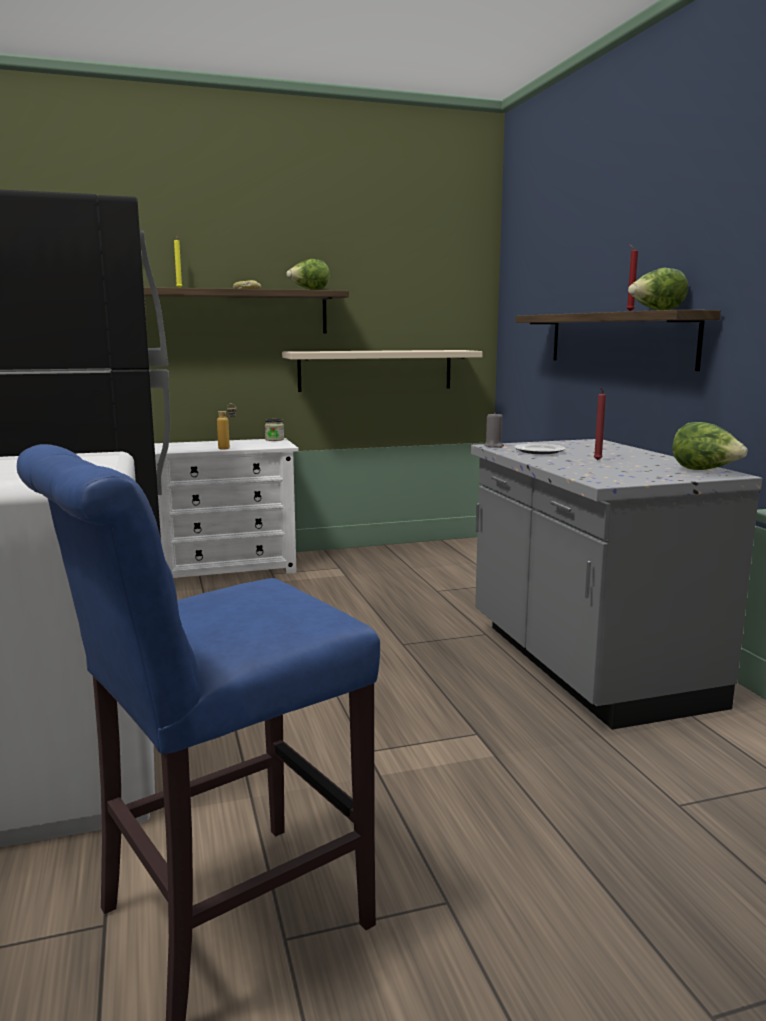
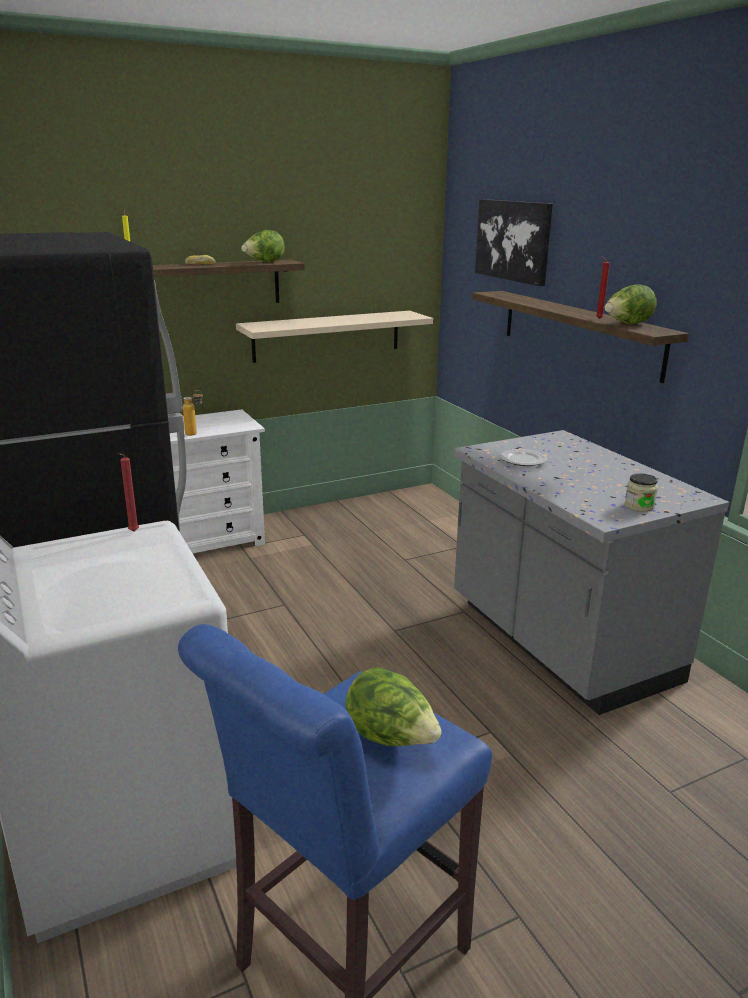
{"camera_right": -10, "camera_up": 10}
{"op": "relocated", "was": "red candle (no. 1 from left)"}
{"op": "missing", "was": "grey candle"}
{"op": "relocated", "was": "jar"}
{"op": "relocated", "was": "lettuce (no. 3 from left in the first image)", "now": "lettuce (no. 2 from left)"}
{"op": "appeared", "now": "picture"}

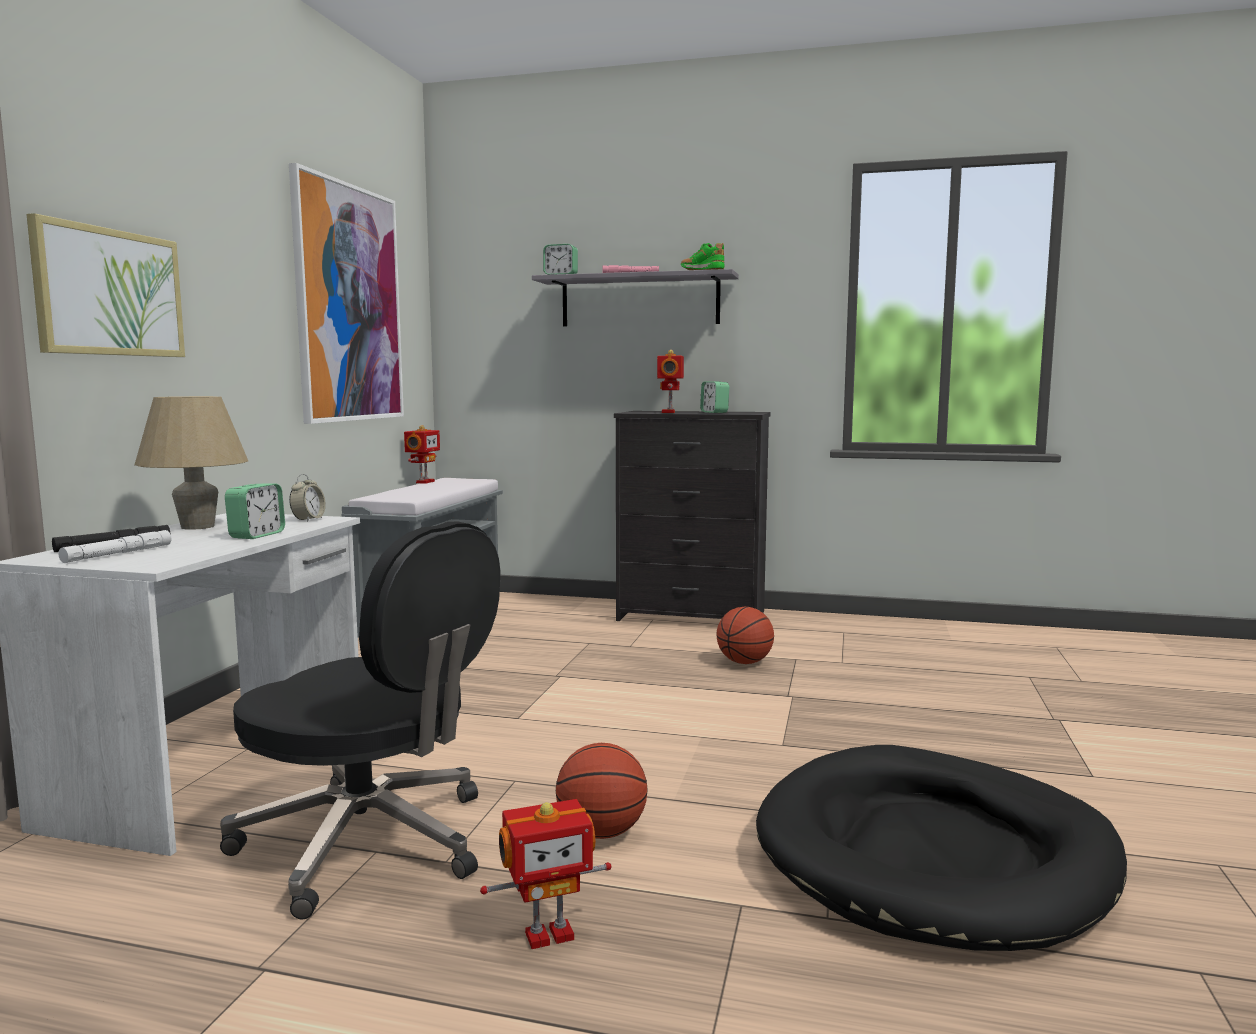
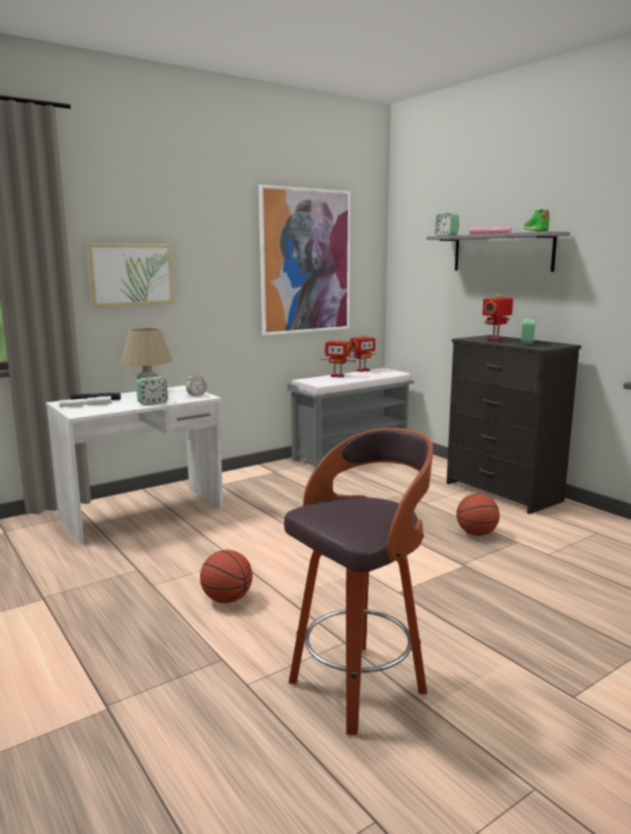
{"camera_right": 40, "camera_up": 5}
{"op": "missing", "was": "black office chair"}
{"op": "exchanged", "was": "black dog bed", "now": "stool"}
{"op": "relocated", "was": "toy robot (no. 2 from left in the first image)", "now": "toy robot (no. 1 from left)"}

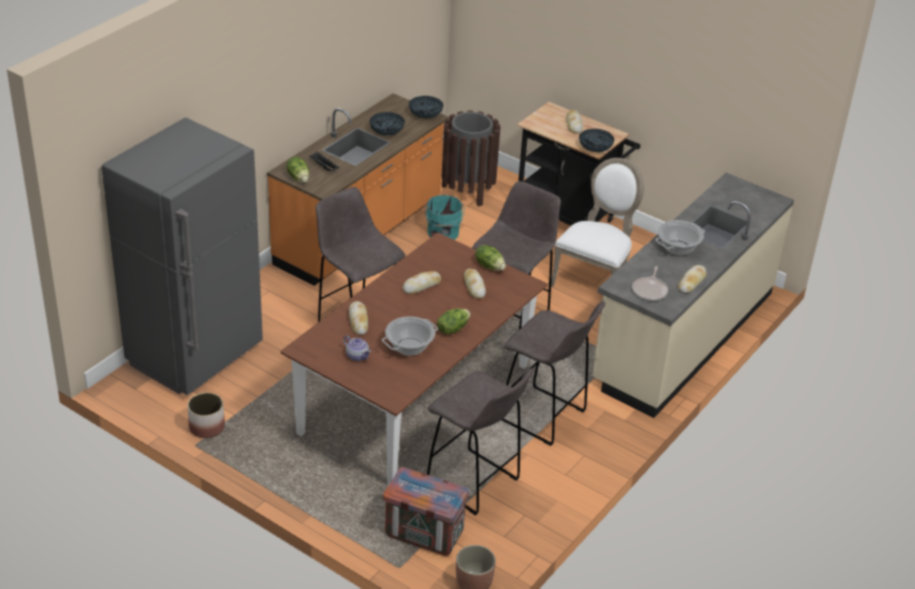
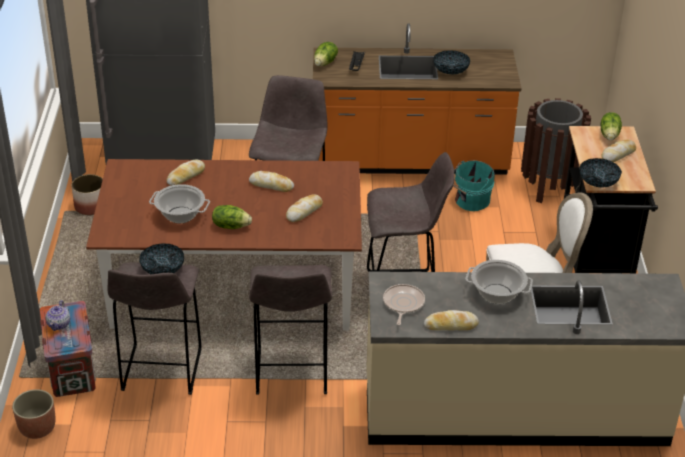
{"camera_right": 55, "camera_up": 0}
{"op": "relocated", "was": "bowl (no. 2 from left in the first image)", "now": "bowl (no. 1 from left)"}
{"op": "relocated", "was": "lettuce (no. 3 from left)"}
{"op": "spun", "was": "frying pan", "clockwise": 120}
{"op": "relocated", "was": "teapot"}

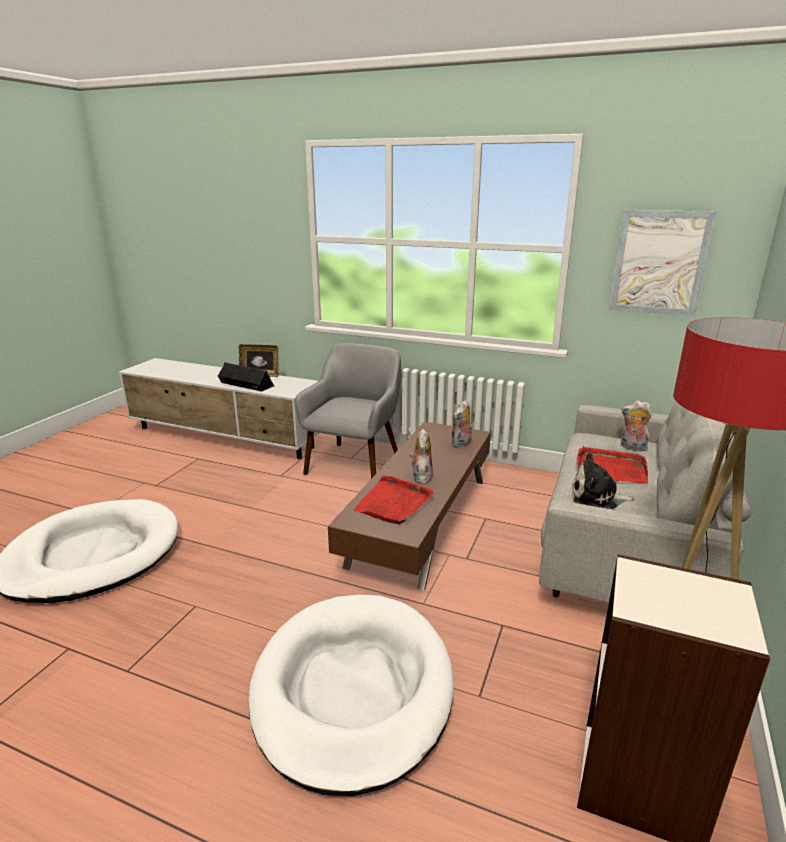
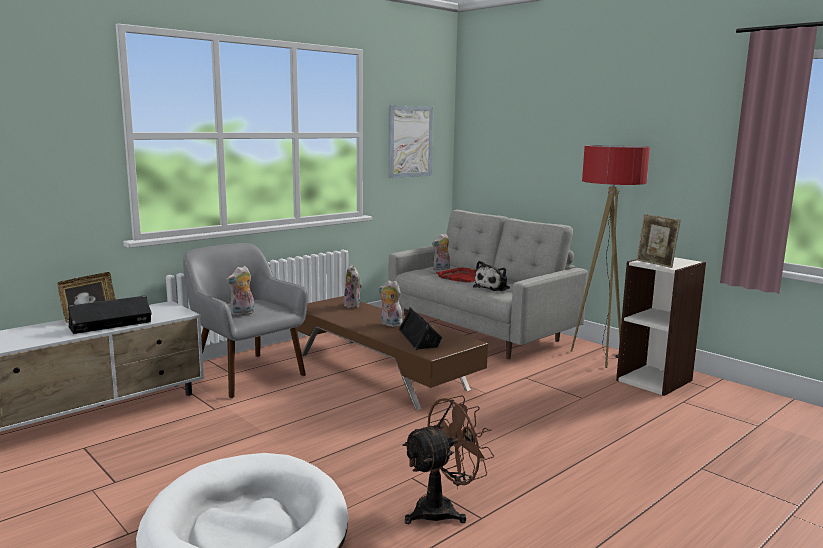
{"camera_right": -65, "camera_up": -10}
{"op": "exchanged", "was": "red tray (no. 1 from left)", "now": "black speaker (no. 2 from left)"}
{"op": "missing", "was": "white dog bed (no. 2 from left)"}
{"op": "appeared", "now": "picture frame (no. 2 from left)"}
{"op": "appeared", "now": "plush toy (no. 1 from left)"}
{"op": "appeared", "now": "brown fan"}

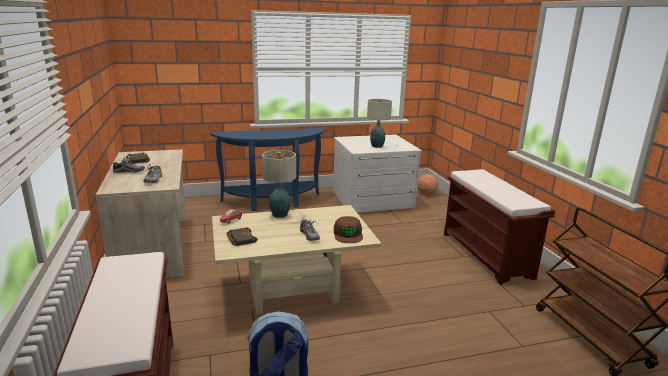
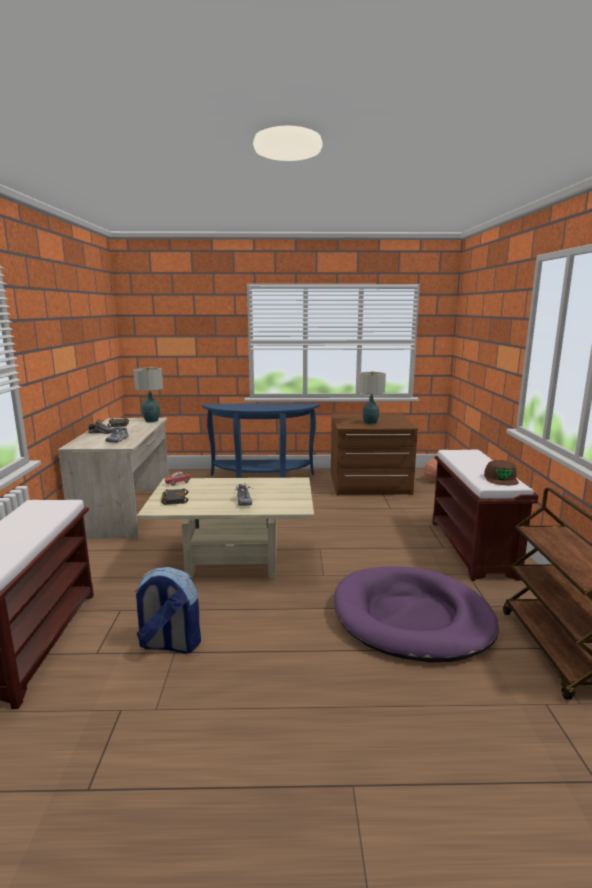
{"camera_right": 15, "camera_up": -5}
{"op": "colour", "was": "white dresser", "now": "brown dresser"}
{"op": "relocated", "was": "table lamp (no. 1 from left)"}
{"op": "relocated", "was": "brown cap"}
{"op": "appeared", "now": "purple dog bed"}

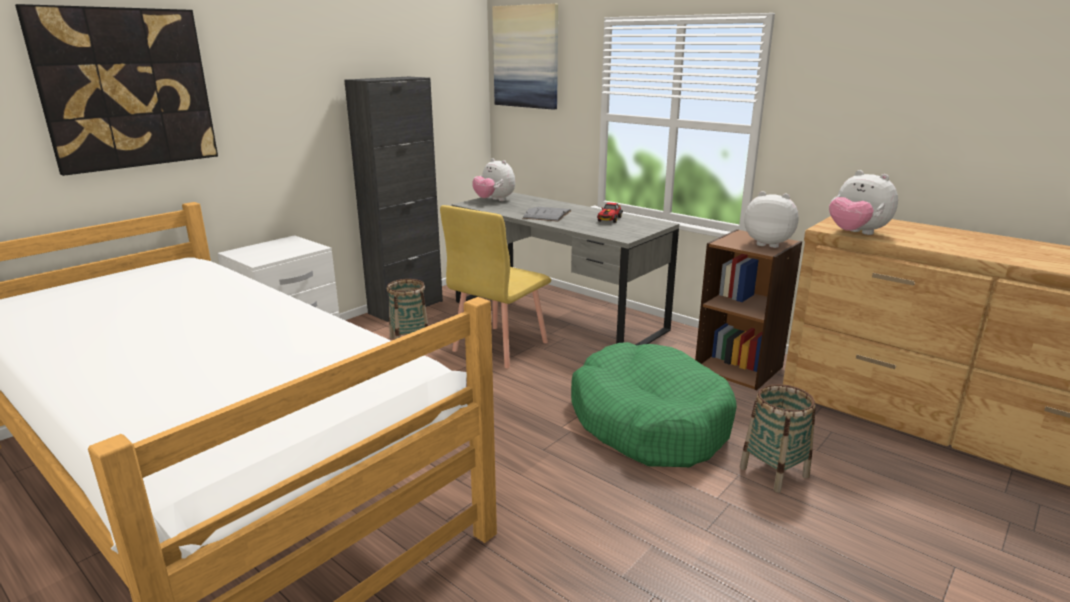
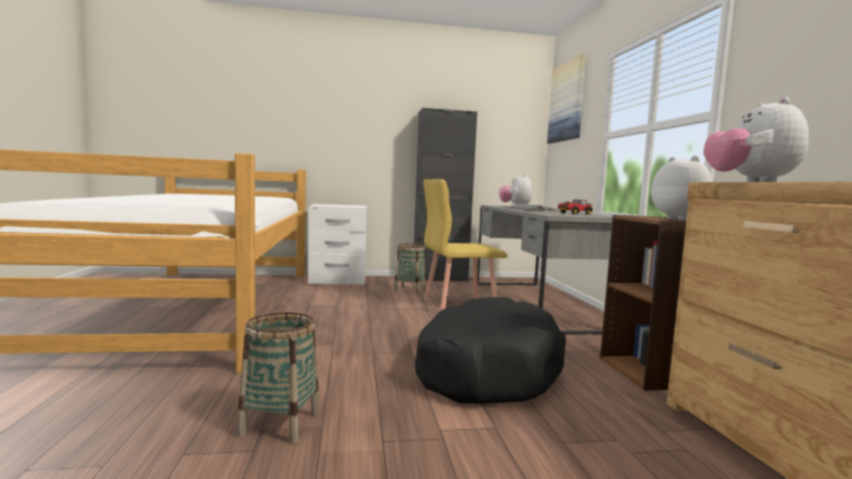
{"camera_right": 40, "camera_up": -15}
{"op": "missing", "was": "picture (no. 1 from left)"}
{"op": "colour", "was": "green dog bed", "now": "black dog bed"}
{"op": "relocated", "was": "basket (no. 2 from left in the first image)", "now": "basket (no. 1 from left)"}

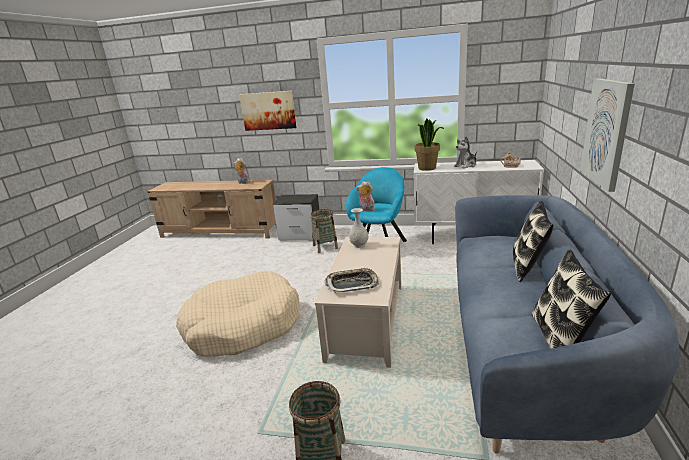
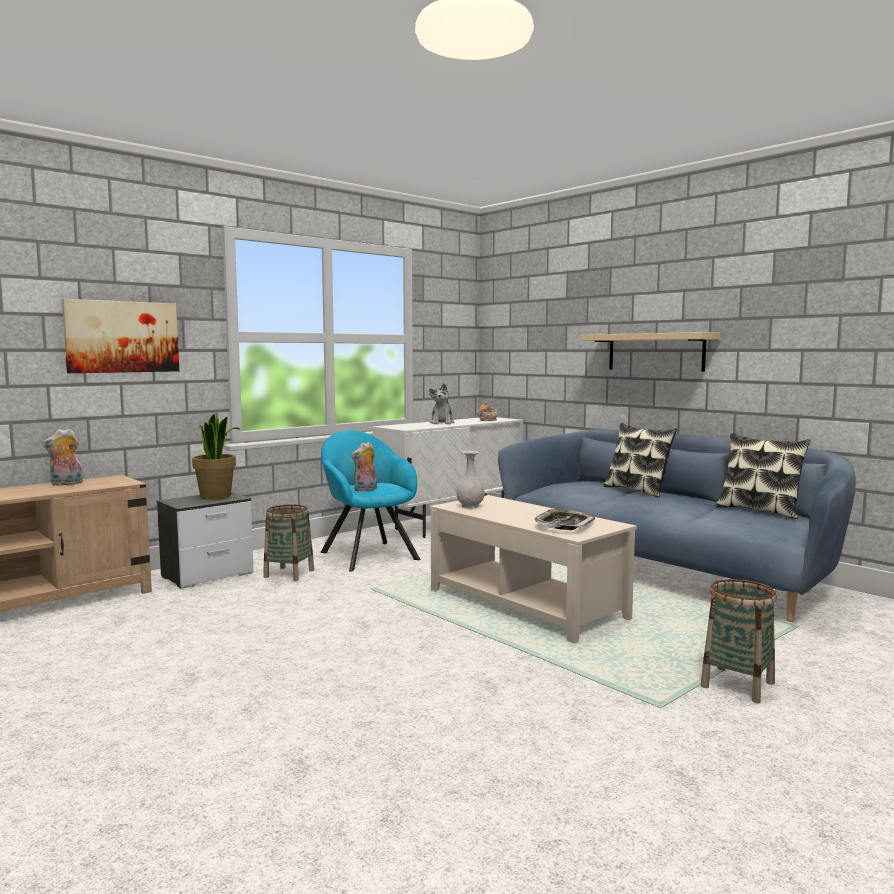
{"camera_right": -55, "camera_up": -15}
{"op": "exchanged", "was": "picture (no. 2 from left)", "now": "beige shelf"}
{"op": "relocated", "was": "potted plant"}
{"op": "missing", "was": "beige dog bed"}

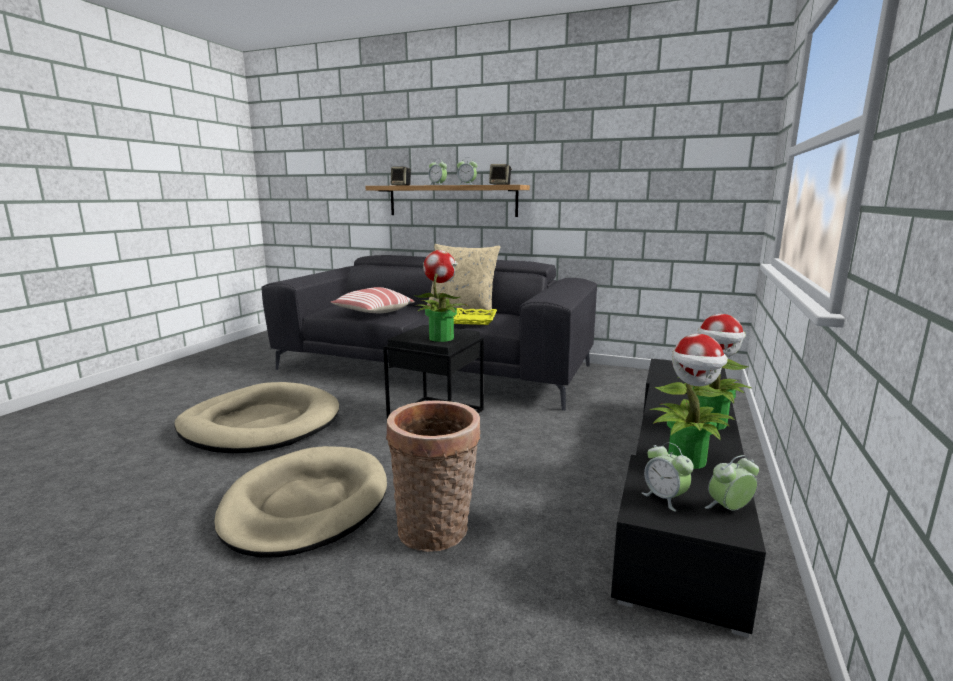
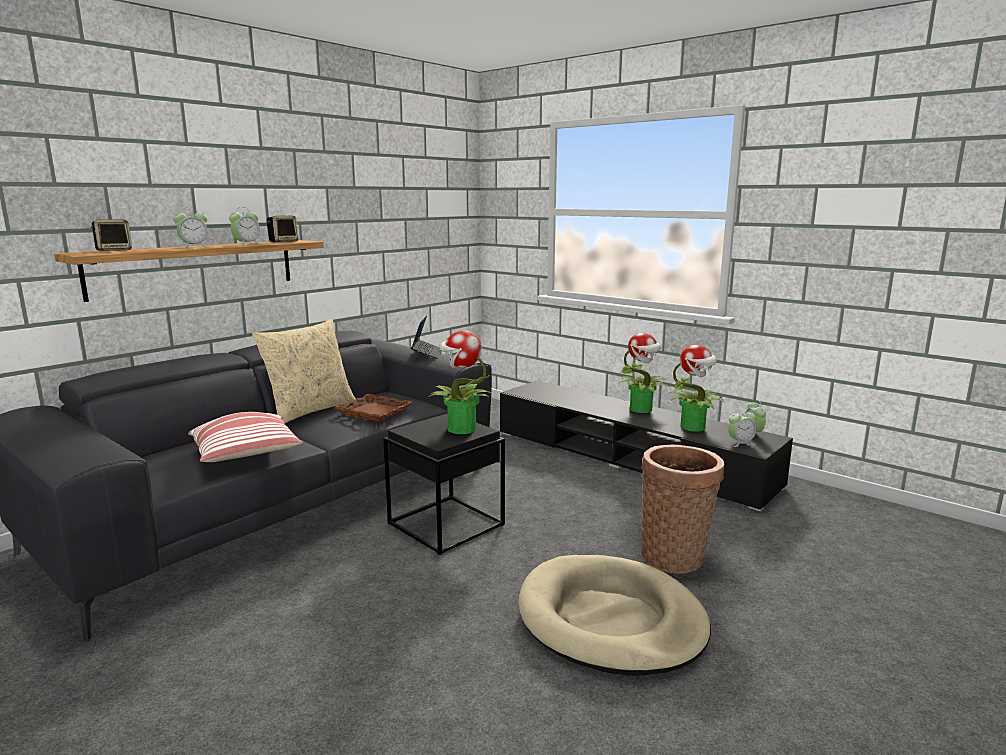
{"camera_right": -70, "camera_up": 0}
{"op": "colour", "was": "yellow tray", "now": "brown tray"}
{"op": "missing", "was": "beige dog bed (no. 1 from left)"}
{"op": "appeared", "now": "laptop"}

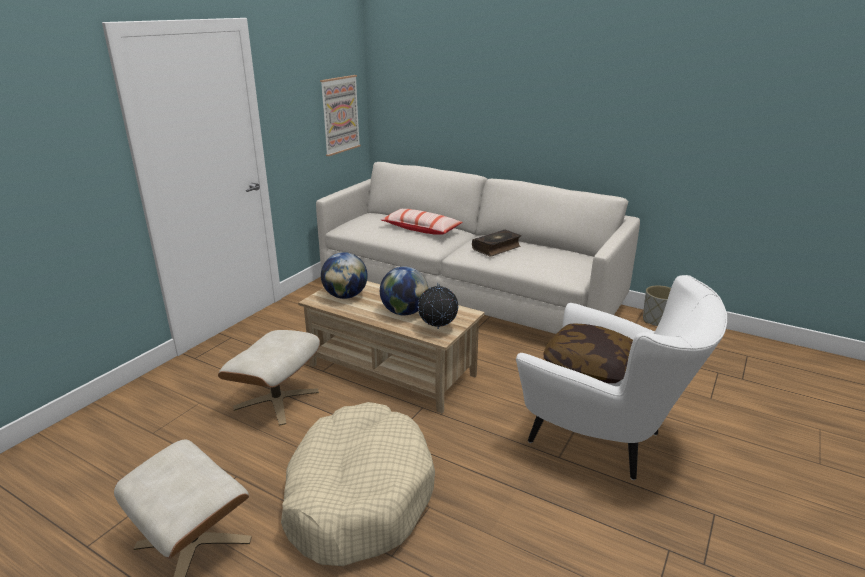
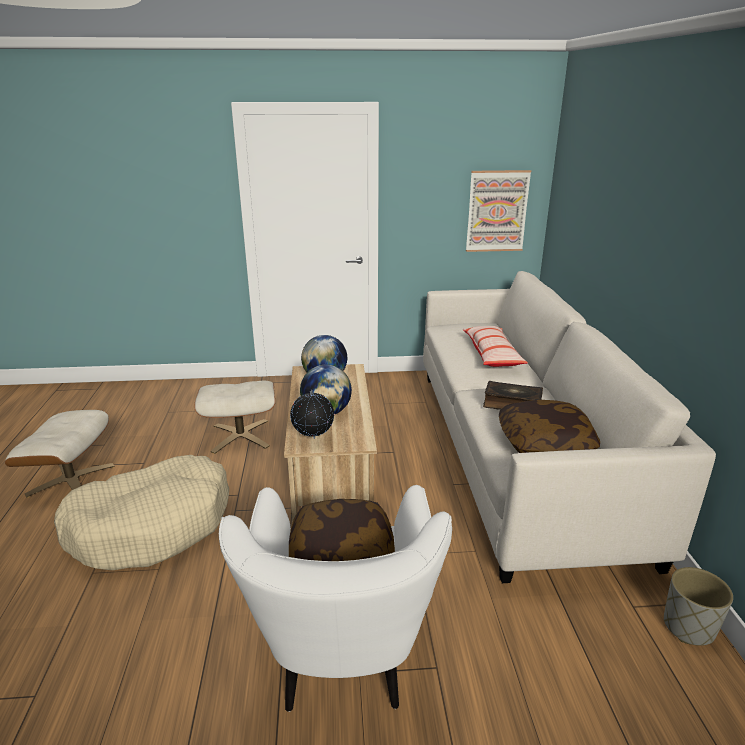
{"camera_right": 55, "camera_up": 0}
{"op": "appeared", "now": "pillow (no. 3 from left)"}

